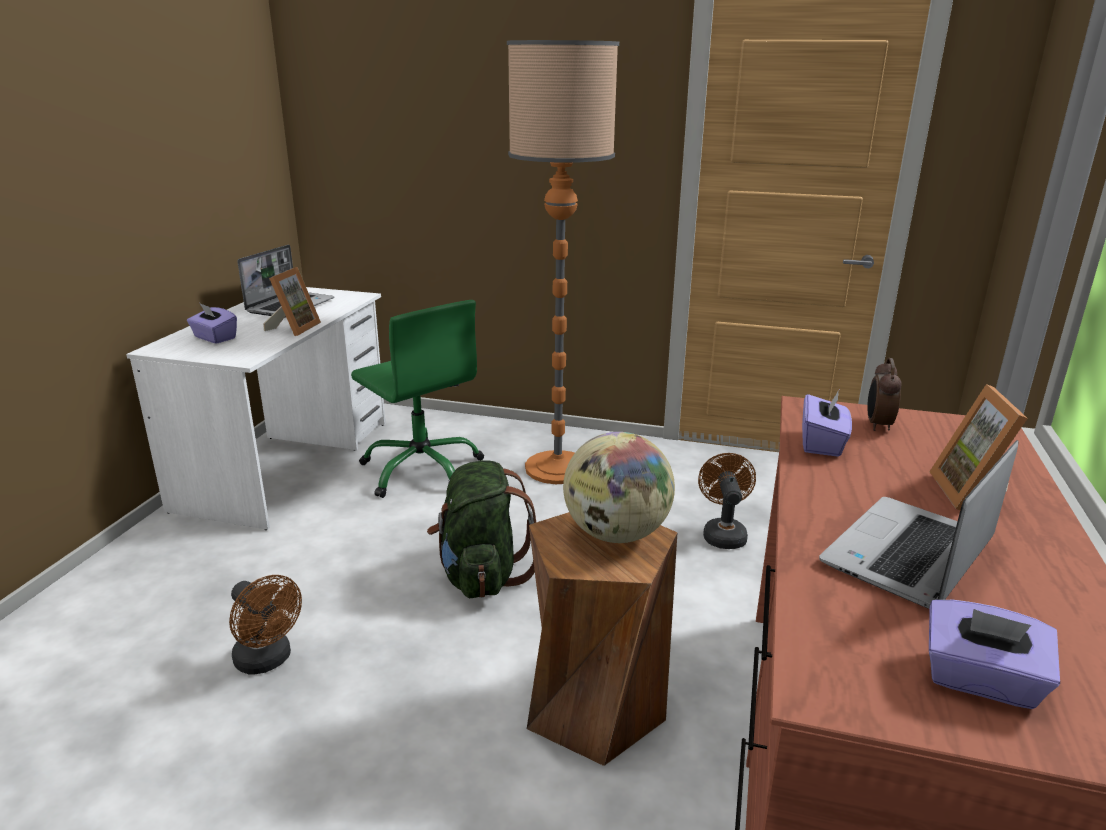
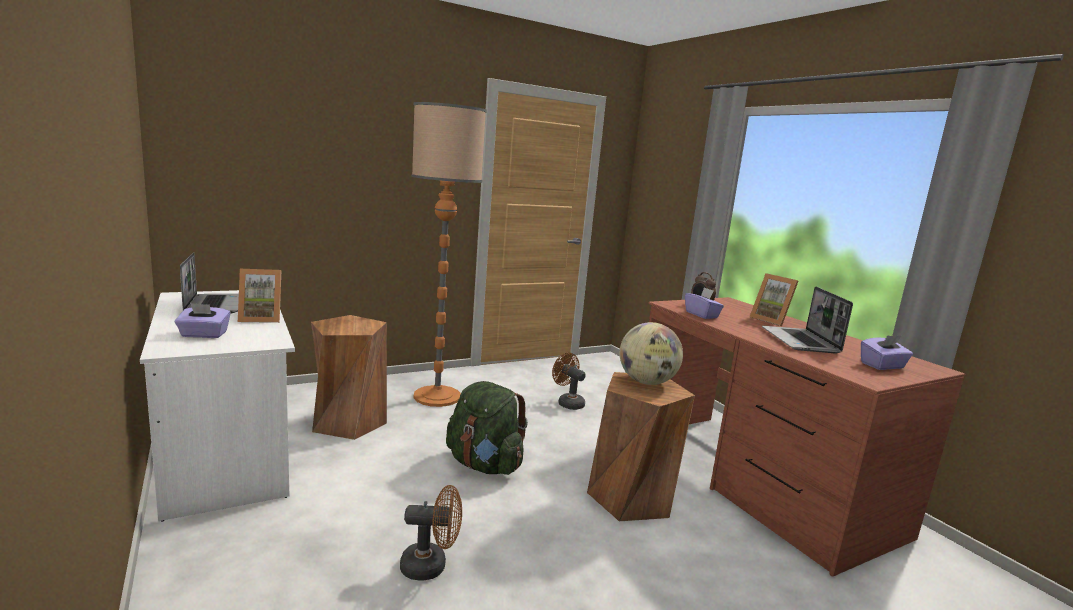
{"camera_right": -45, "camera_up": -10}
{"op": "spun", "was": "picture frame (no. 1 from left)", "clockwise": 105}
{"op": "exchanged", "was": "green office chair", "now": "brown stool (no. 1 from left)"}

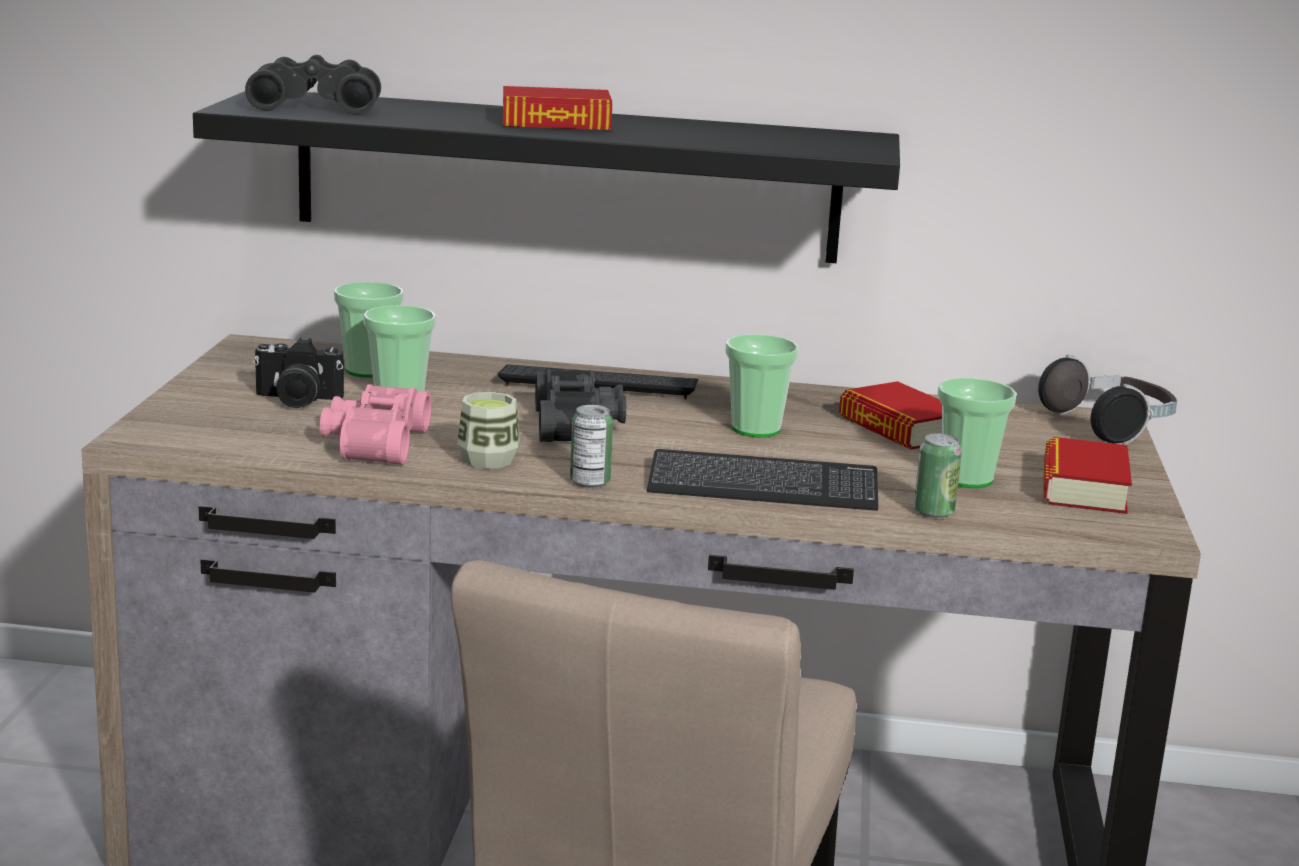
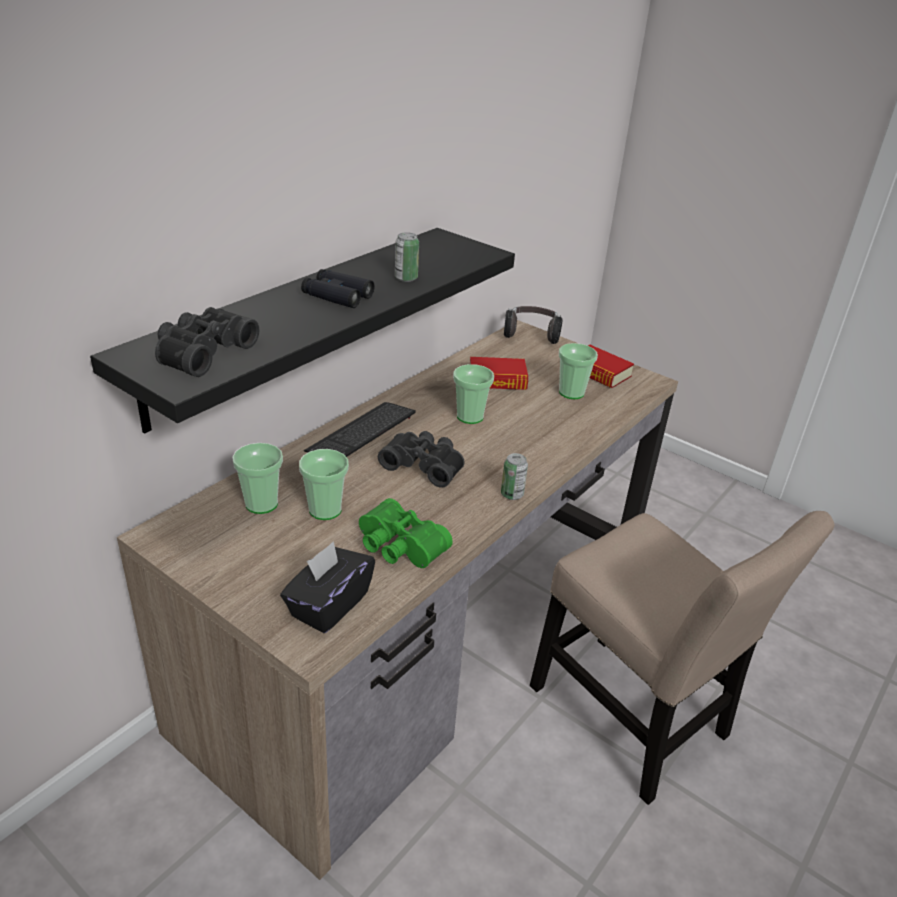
{"camera_right": -60, "camera_up": 15}
{"op": "exchanged", "was": "book (no. 1 from left)", "now": "black binoculars (no. 2 from left)"}
{"op": "missing", "was": "photo camera"}
{"op": "colour", "was": "pink binoculars", "now": "green binoculars"}
{"op": "missing", "was": "cup (no. 3 from left)"}
{"op": "relocated", "was": "can (no. 2 from left in the first image)", "now": "can (no. 1 from left)"}
{"op": "missing", "was": "keyboard (no. 2 from left)"}
{"op": "appeared", "now": "black tissue box"}

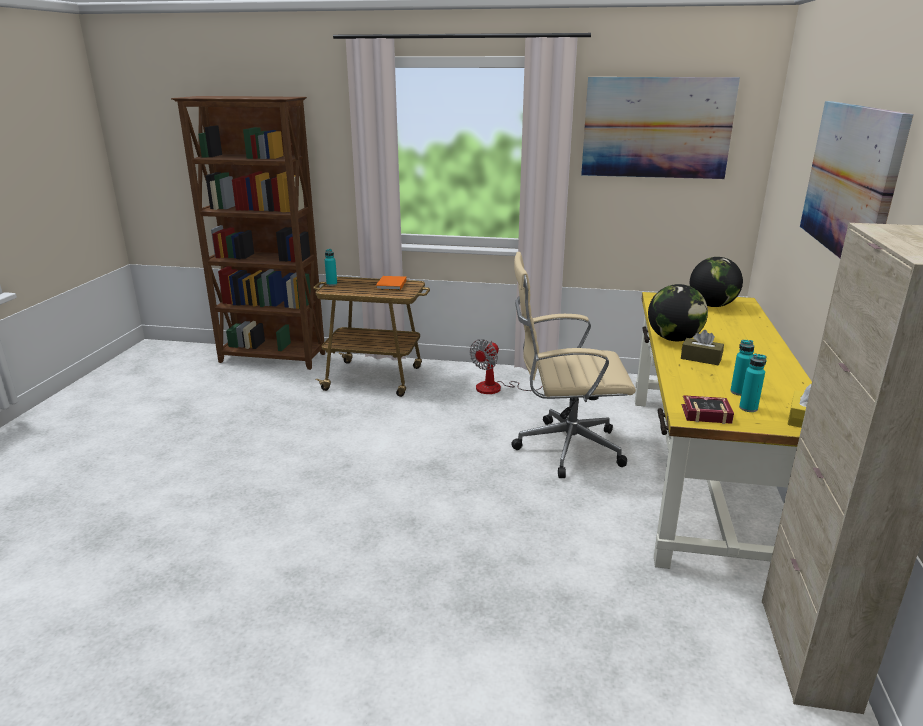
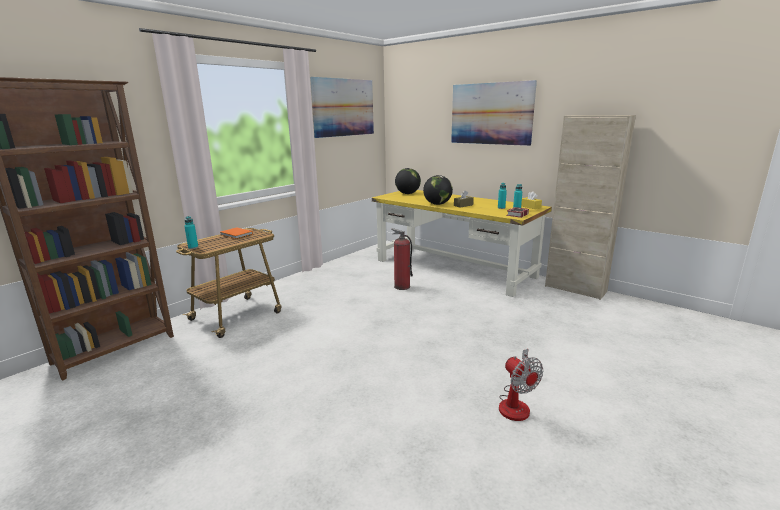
{"camera_right": -60, "camera_up": -5}
{"op": "exchanged", "was": "beige office chair", "now": "fire extinguisher"}
{"op": "relocated", "was": "fan"}

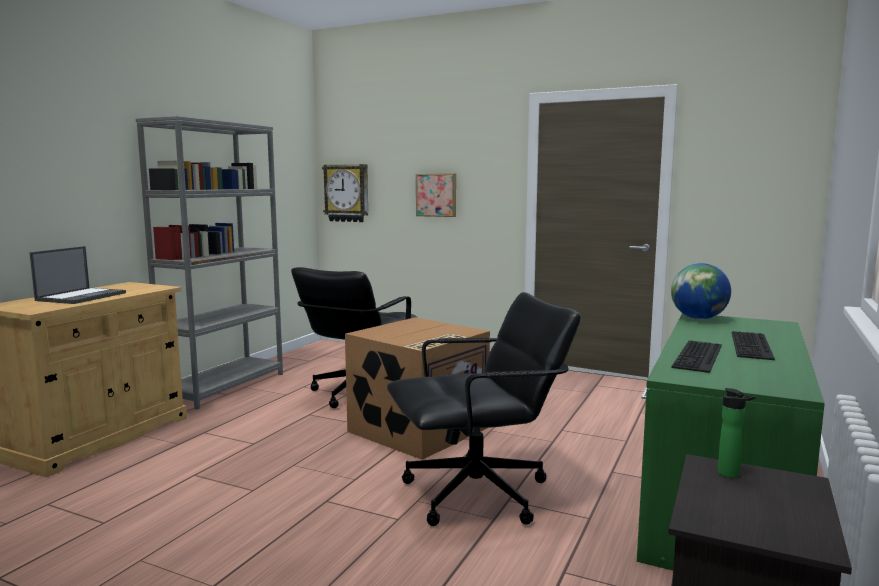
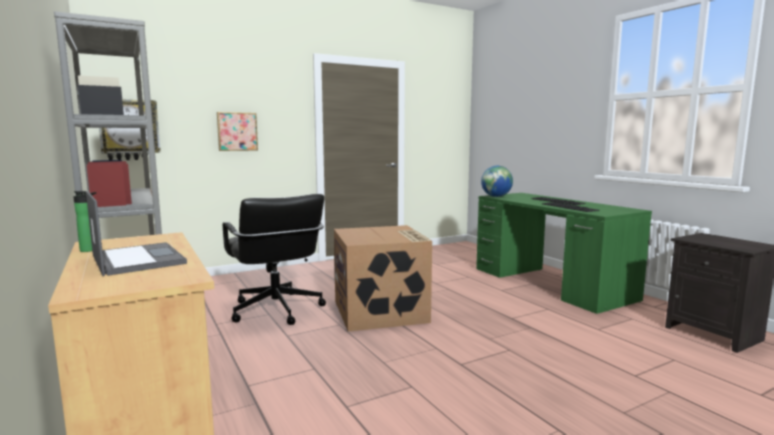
{"camera_right": -55, "camera_up": 0}
{"op": "missing", "was": "black office chair (no. 2 from left)"}
{"op": "relocated", "was": "bottle"}

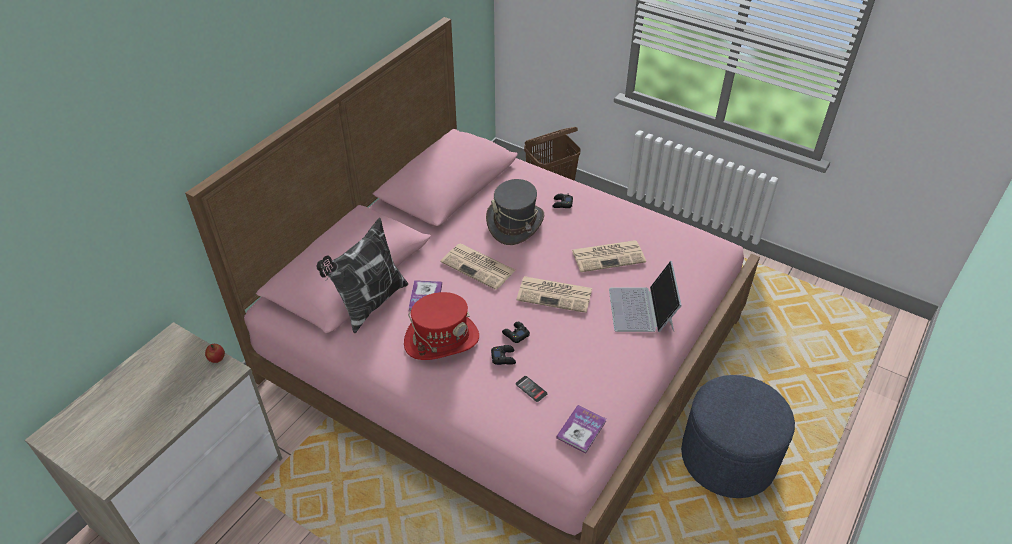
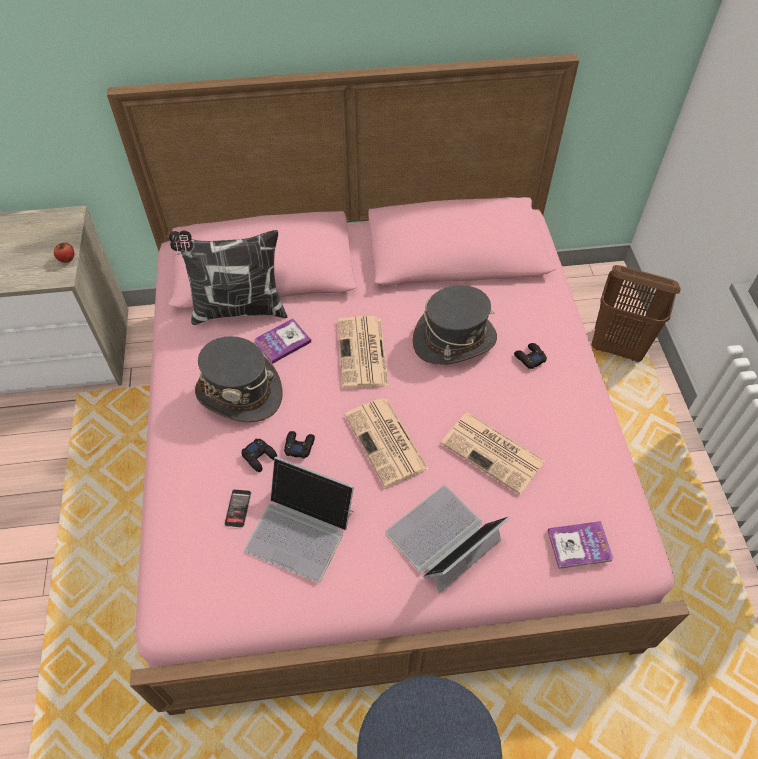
{"camera_right": 50, "camera_up": 10}
{"op": "colour", "was": "red hat", "now": "grey hat (no. 1 from left)"}
{"op": "relocated", "was": "book (no. 2 from left)"}
{"op": "appeared", "now": "laptop (no. 1 from left)"}

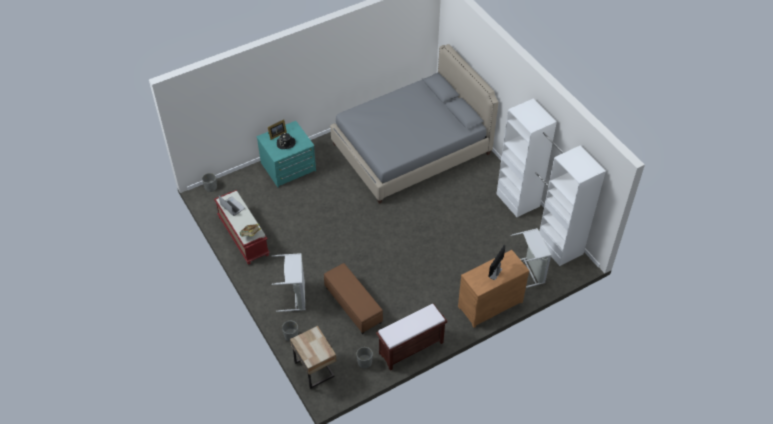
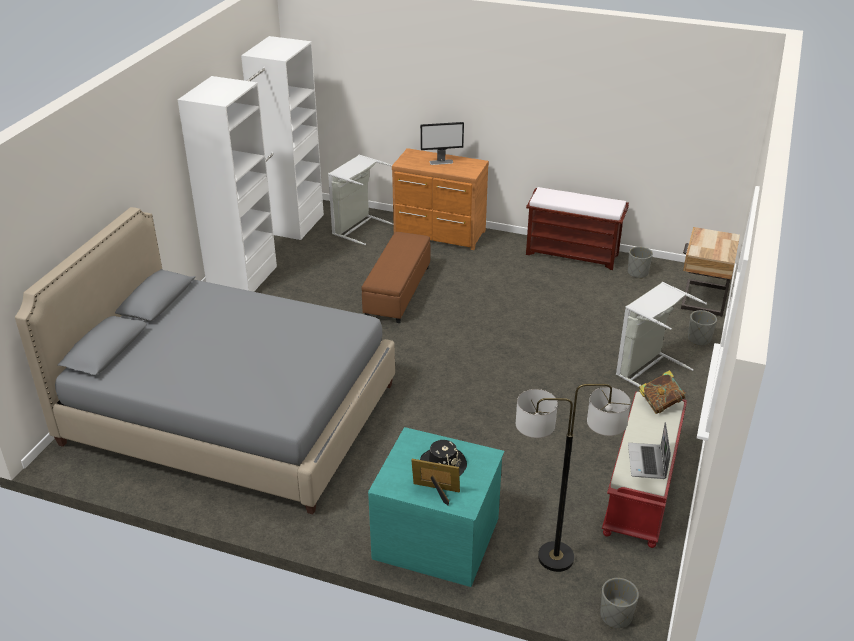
{"camera_right": -130, "camera_up": -15}
{"op": "relocated", "was": "brown ottoman"}
{"op": "appeared", "now": "floor lamp"}

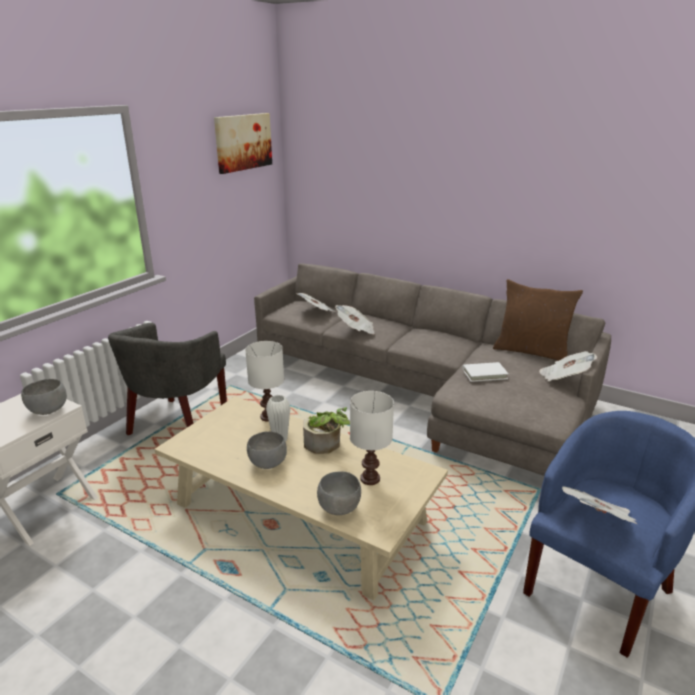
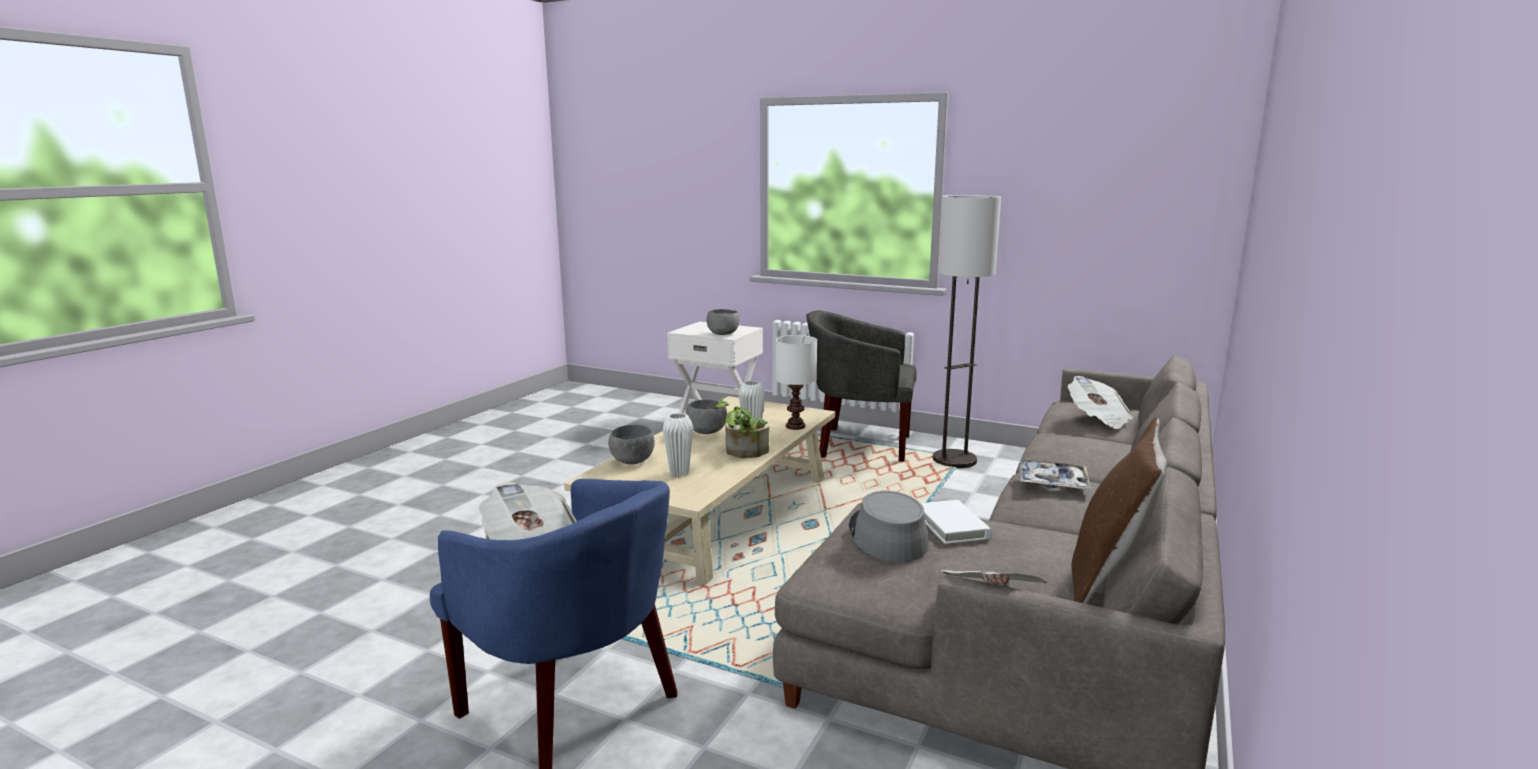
{"camera_right": 85, "camera_up": -10}
{"op": "missing", "was": "picture"}
{"op": "missing", "was": "newspaper (no. 2 from left)"}
{"op": "exchanged", "was": "white table lamp (no. 2 from left)", "now": "white vase (no. 1 from left)"}
{"op": "appeared", "now": "floor lamp"}
{"op": "appeared", "now": "tray"}
{"op": "appeared", "now": "grey hat"}

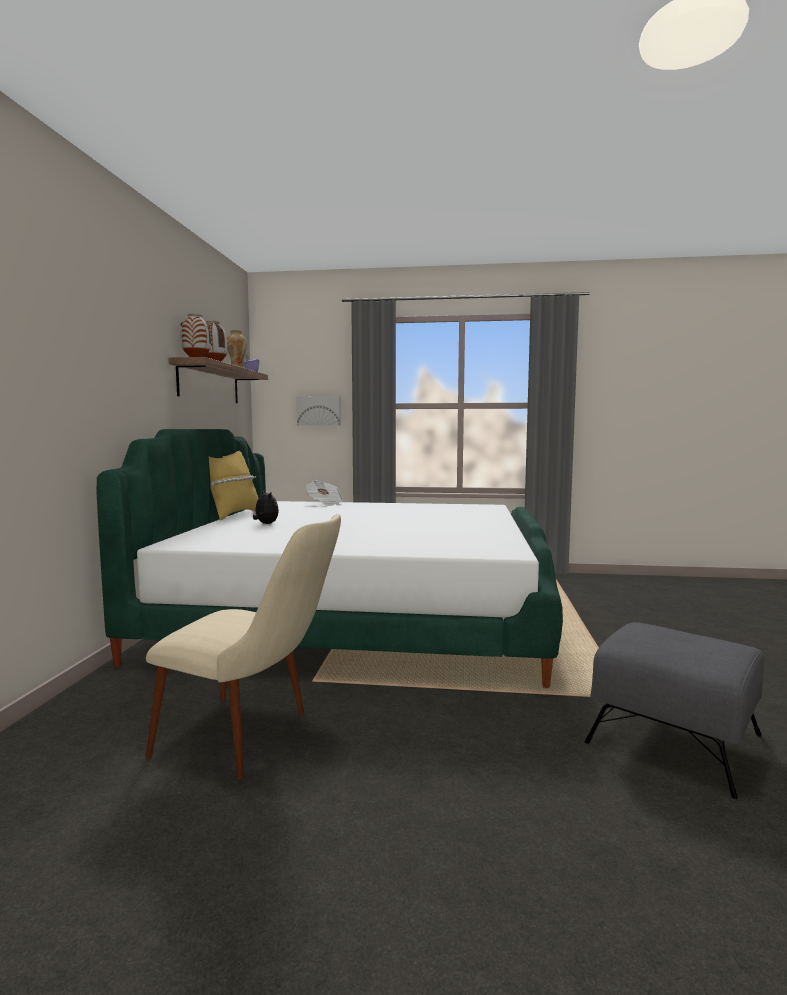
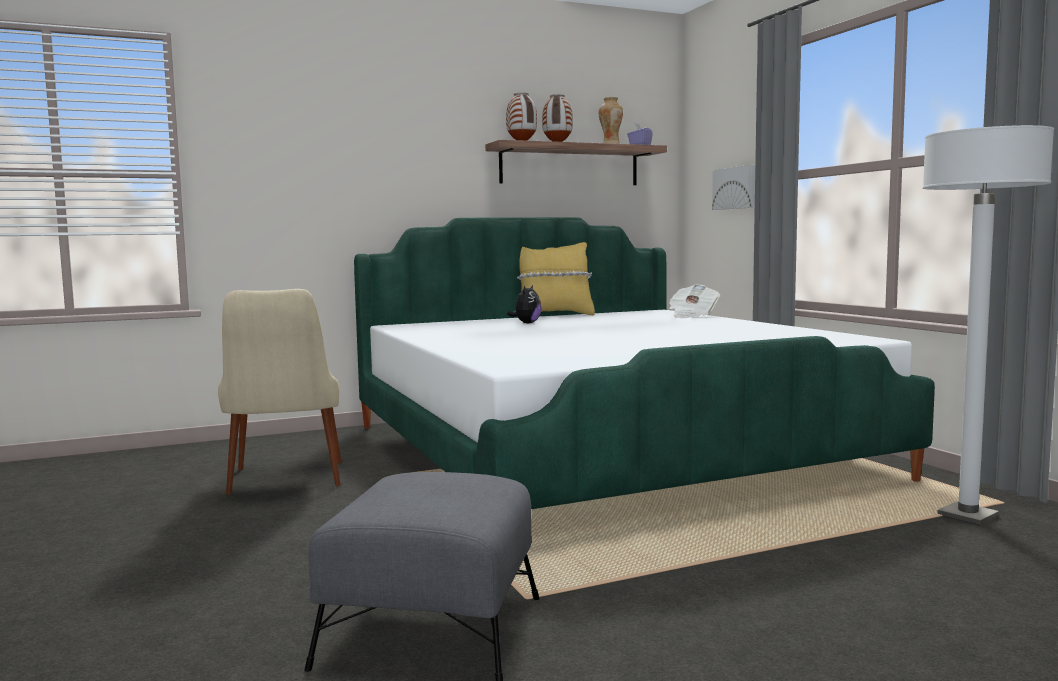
{"camera_right": 60, "camera_up": 0}
{"op": "appeared", "now": "white floor lamp"}

